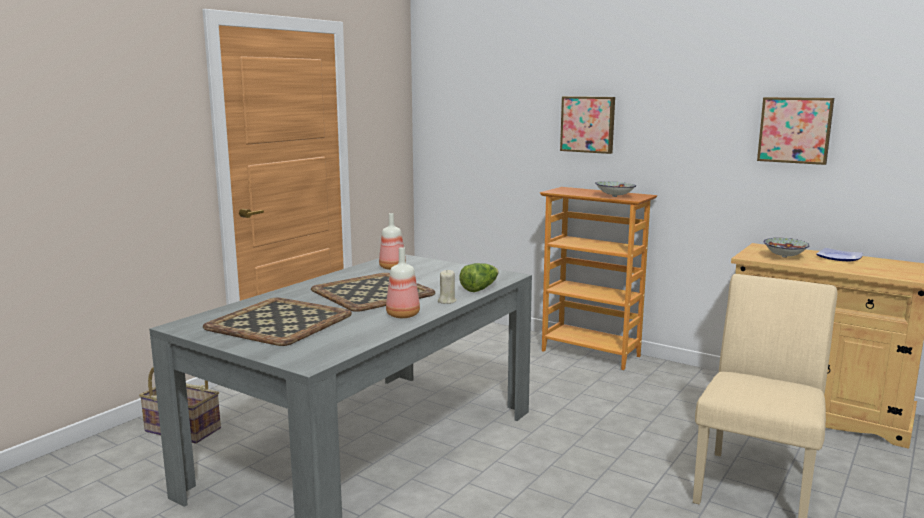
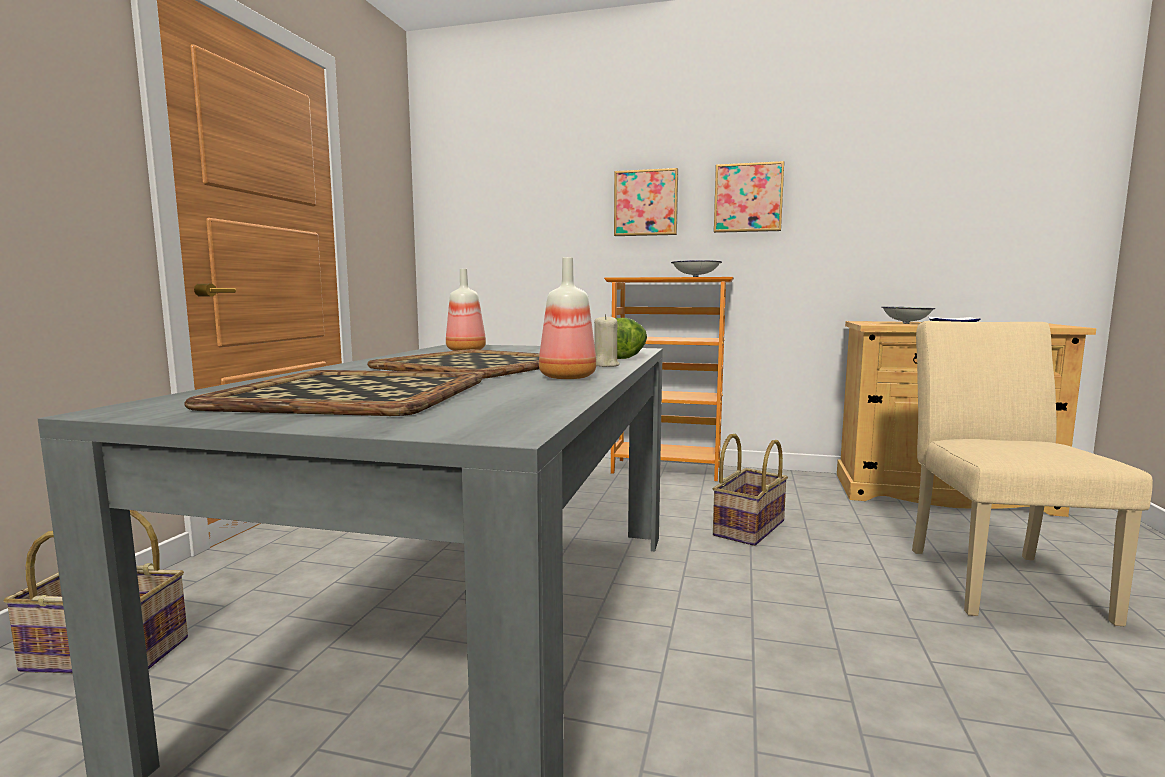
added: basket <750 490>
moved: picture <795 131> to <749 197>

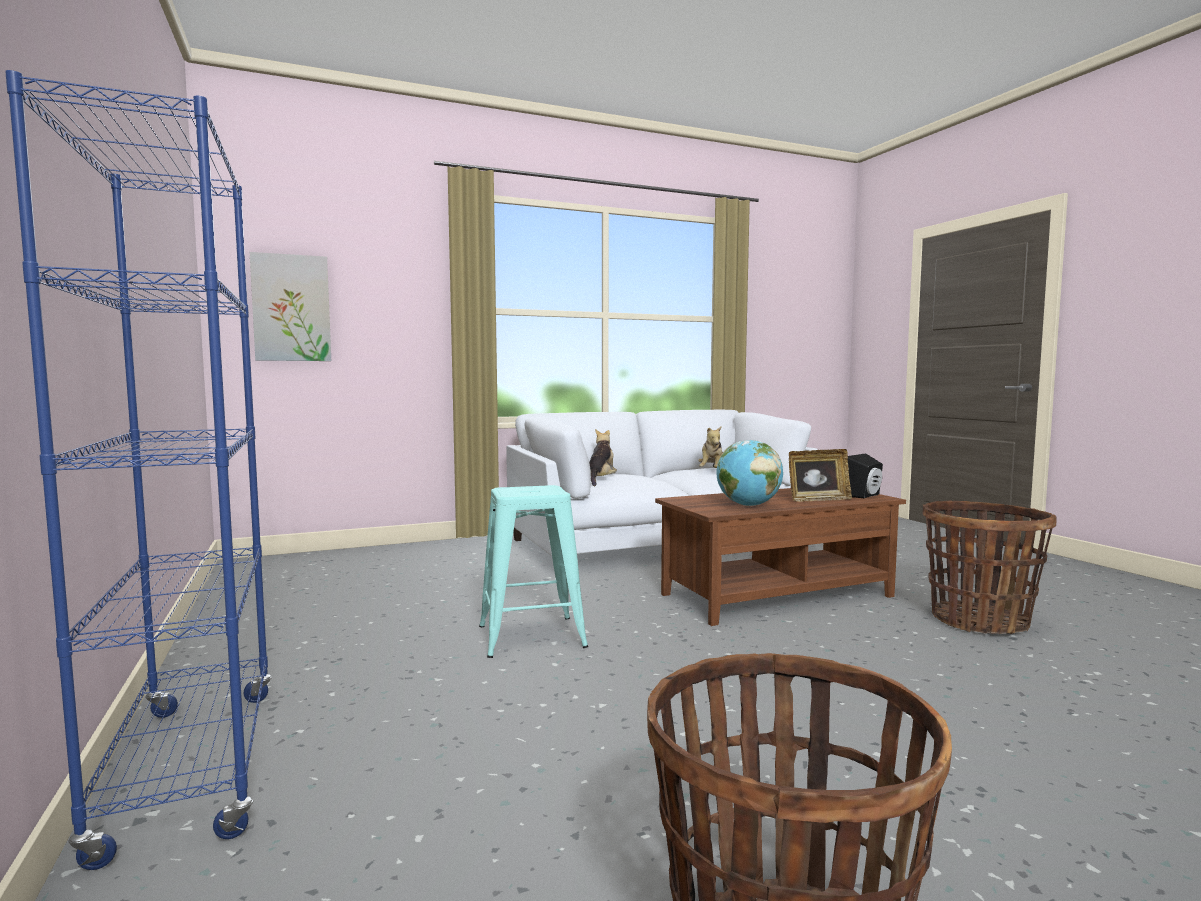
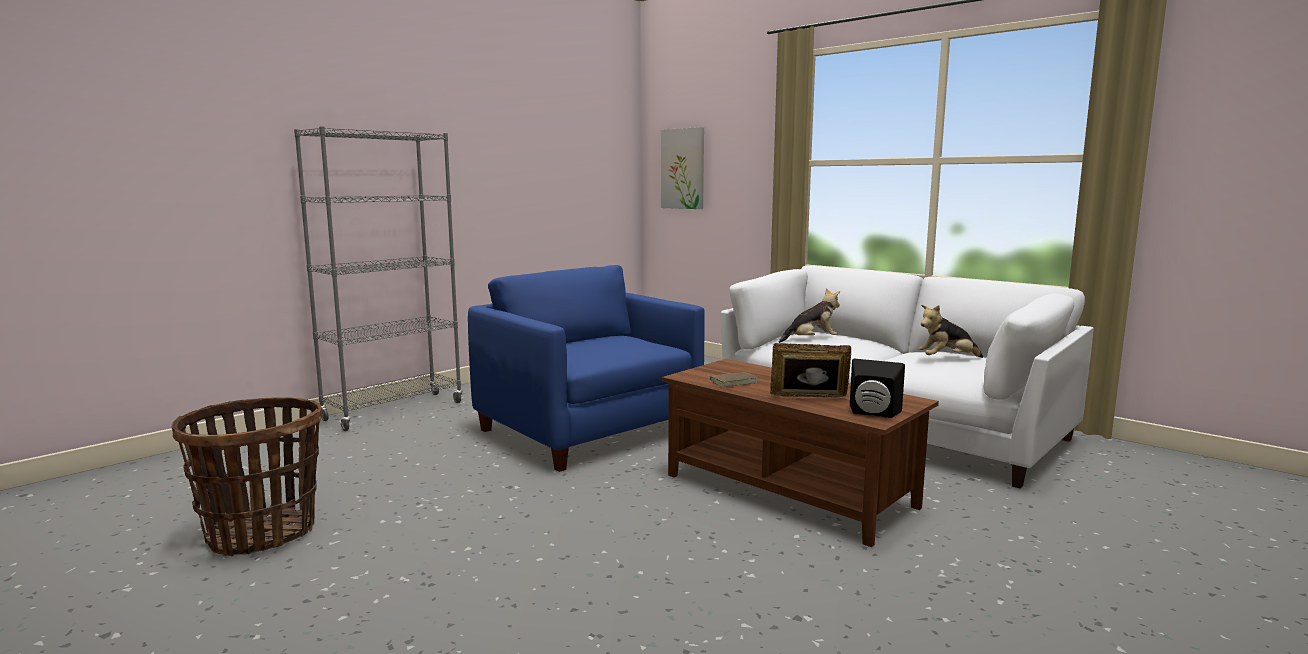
removed: basket <989 567>
replaced: stool seat/turquoise <533 571> to easy chair/bluish <586 368>; desk globe <750 473> to bound book/brownish <733 379>
recoloured: bookshelf/bluish <138 470> to bookshelf/greyish <378 278>
turned: picture frame <820 475> = <810 370> 135 degrees clockwise

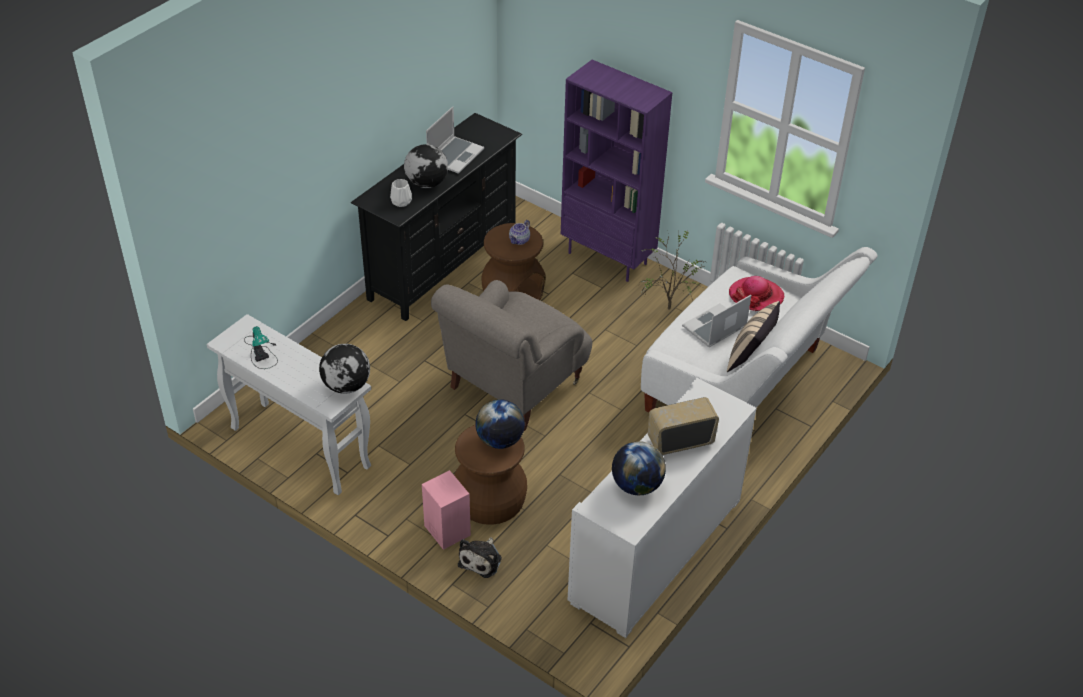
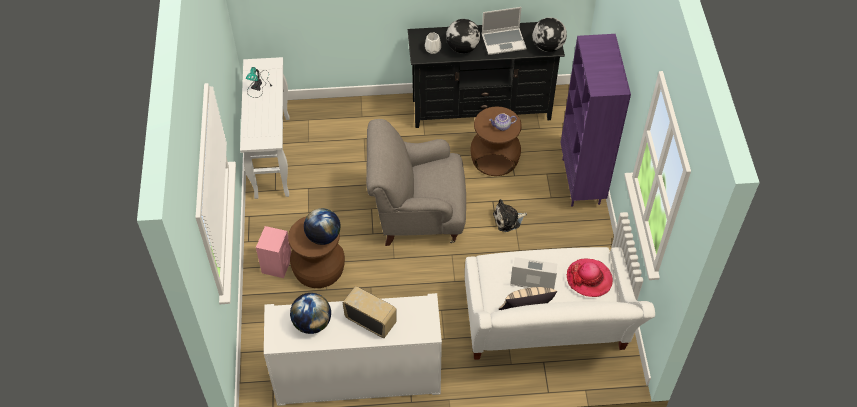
removed: potted plant <673 270>
moved: cuddly toy <480 557> to <510 215>; desk globe <344 369> to <549 34>

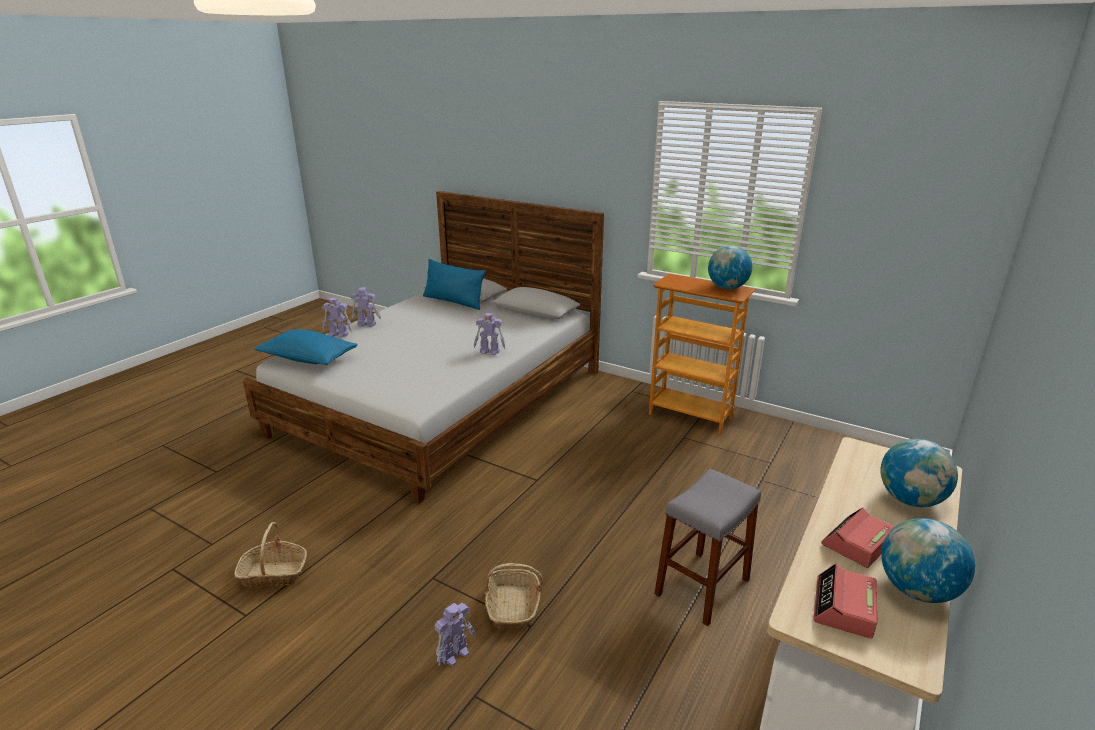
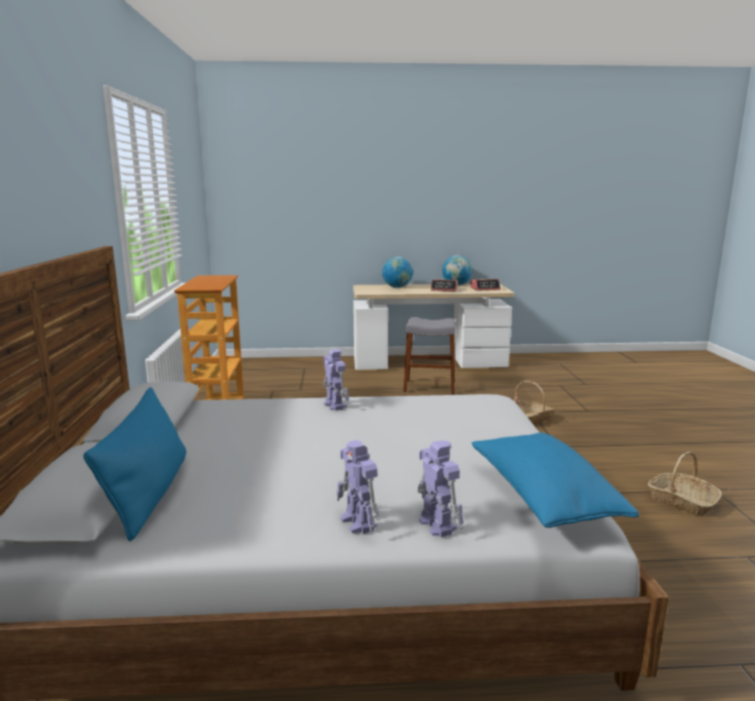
removed: toy robot <455 634>; desk globe <730 267>

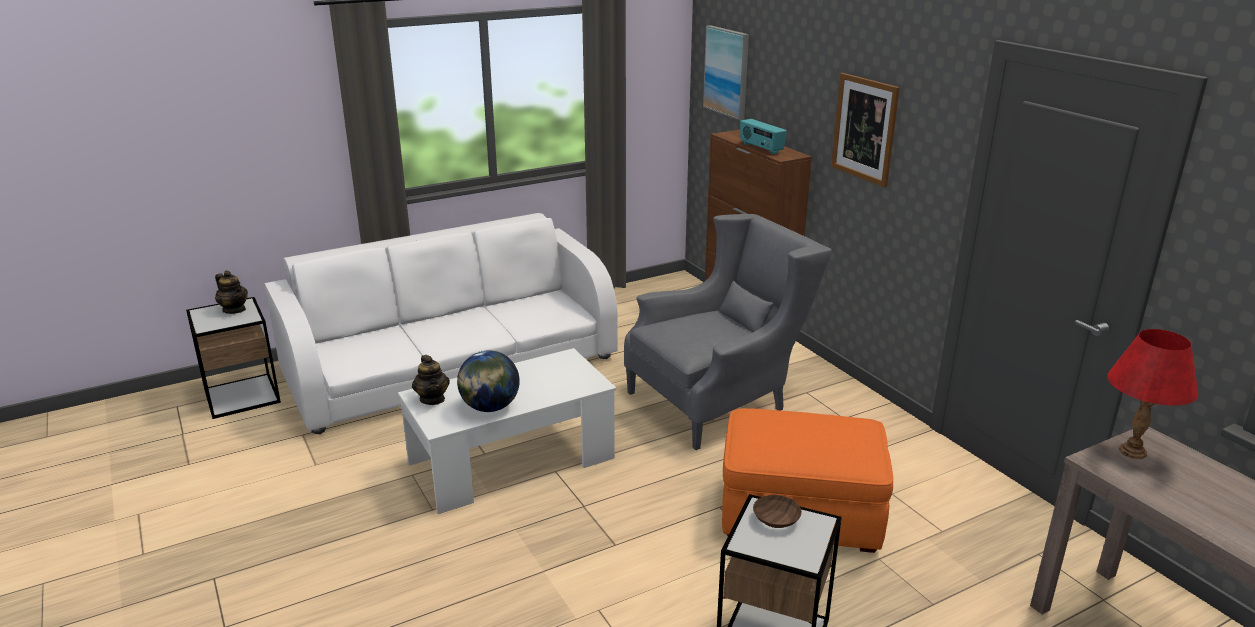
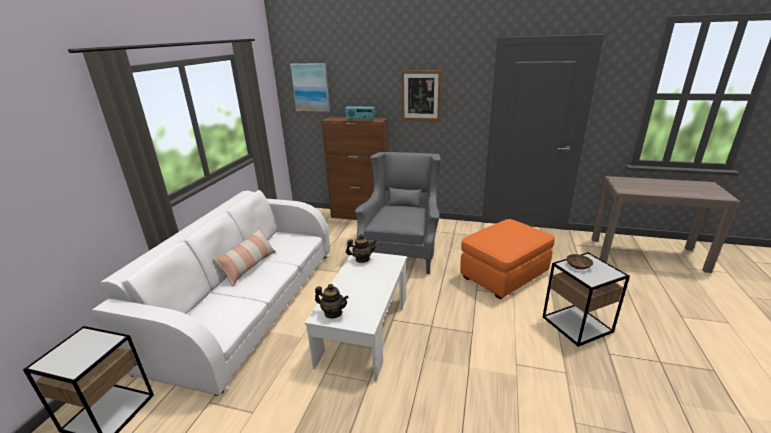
removed: desk globe <488 381>; lamp for a table/red-coloured <1152 394>
added: throw pillow <244 257>
moved: pot for tea <231 292> to <361 248>

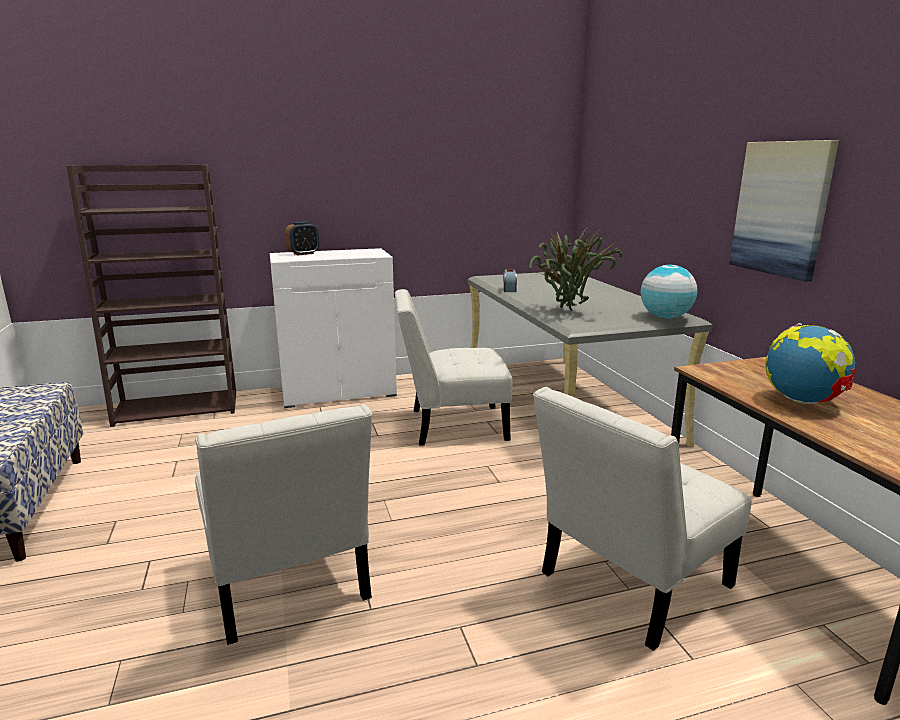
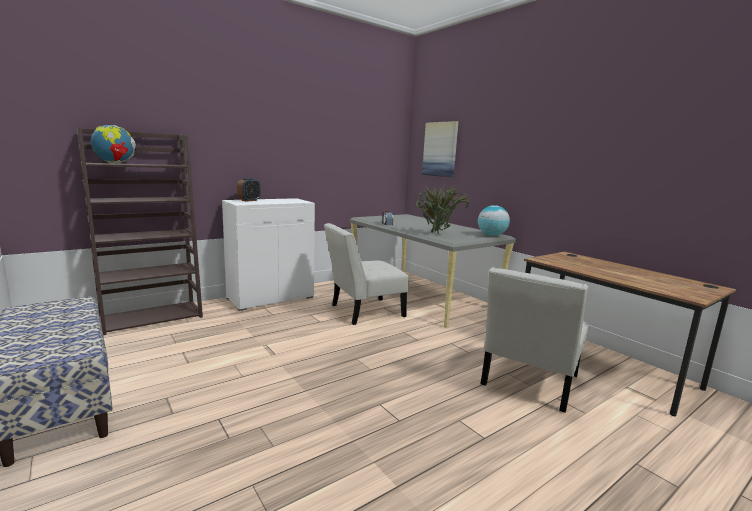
removed: upright chair/whitish <283 524>
moved: desk globe <810 363> to <113 144>; picture <784 211> to <440 149>

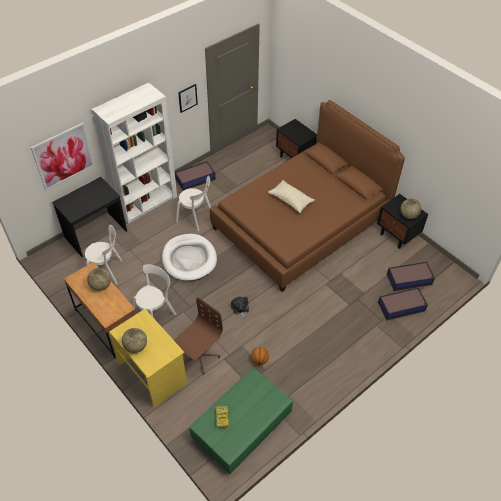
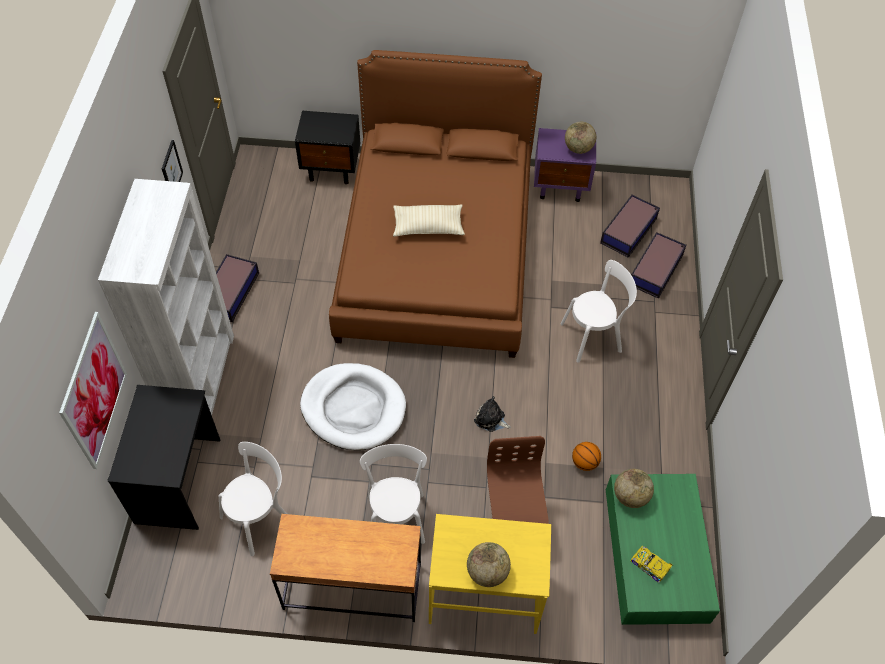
moved: upright chair/whitish <193 204> to <599 311>; desk globe <99 279> to <634 488>
recoloured: night table/black <402 221> to night table/purple <565 165>

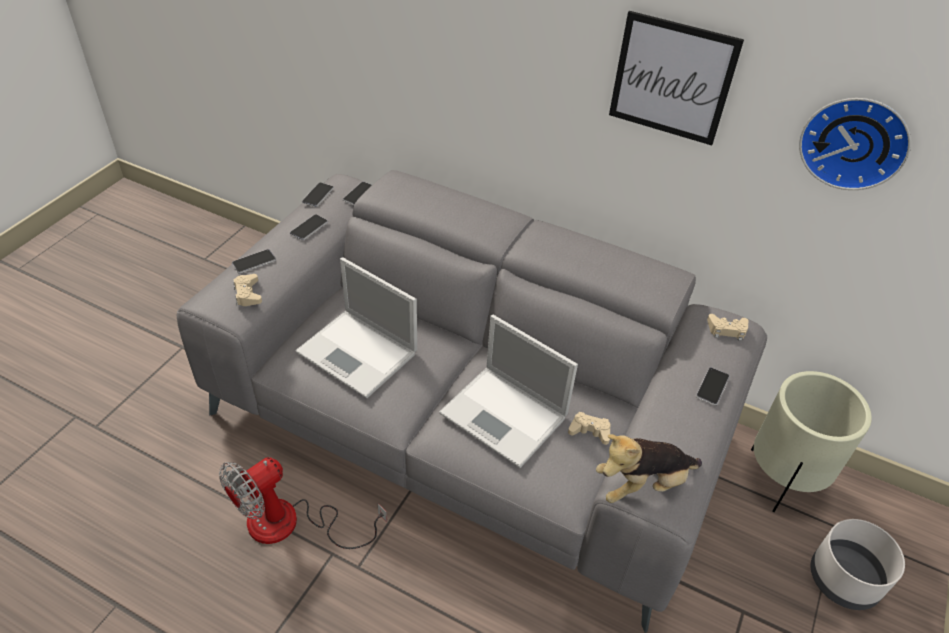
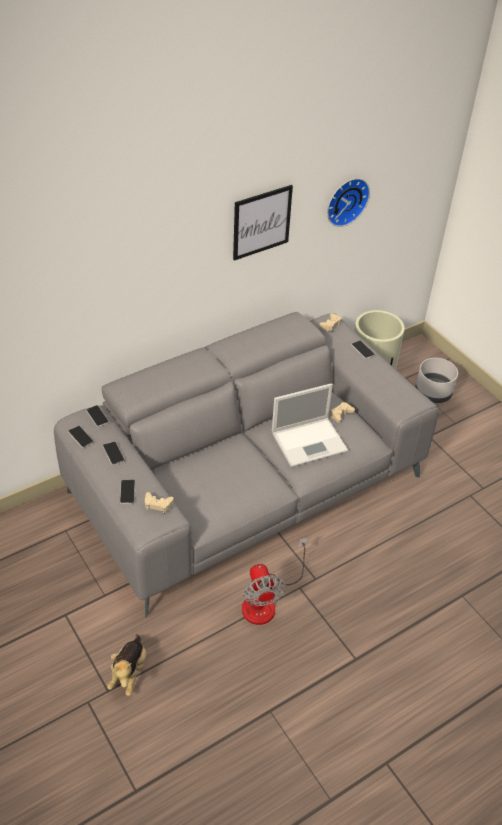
removed: portable computer <356 328>
moved: cuddly toy <649 468> to <126 665>

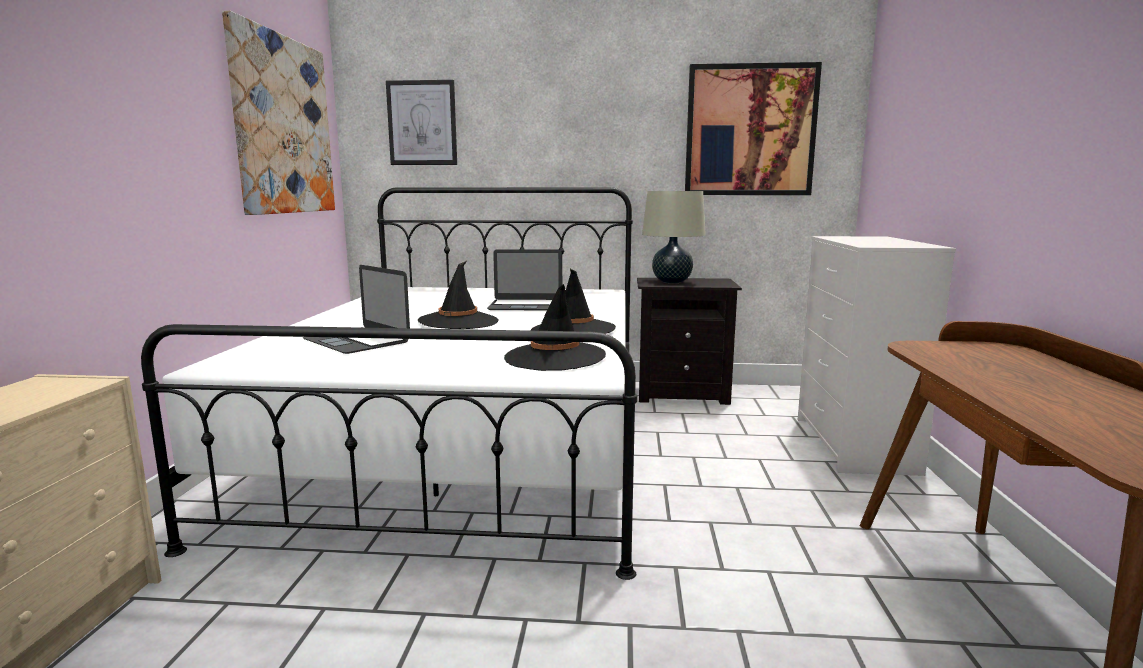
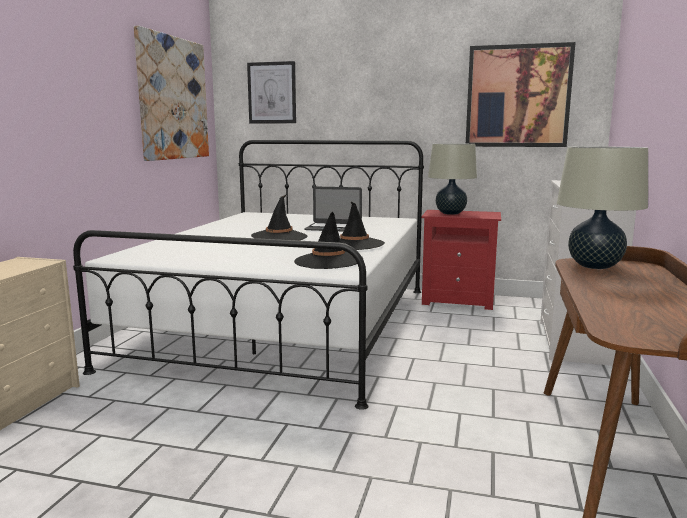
removed: portable computer <356 309>
added: lamp for a table/sand-coloured <602 207>
recoloured: night table/black <689 341> to night table/red-coloured <461 260>

